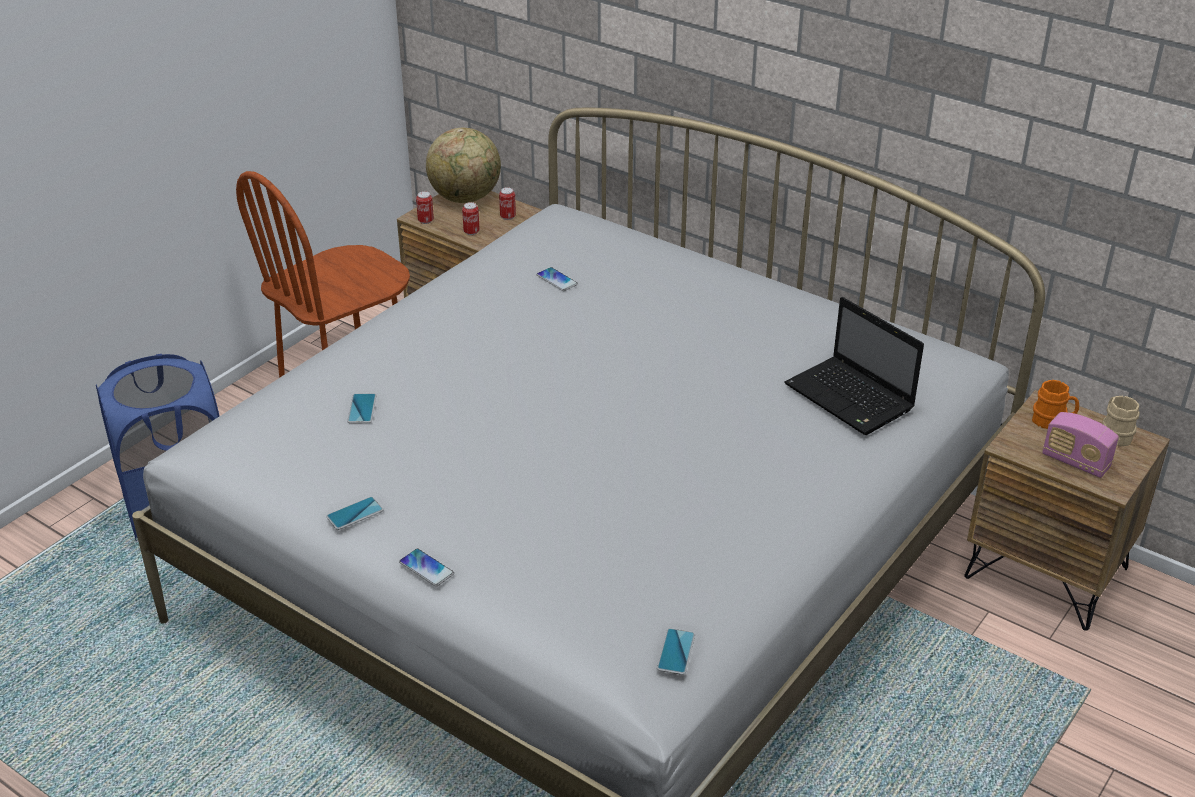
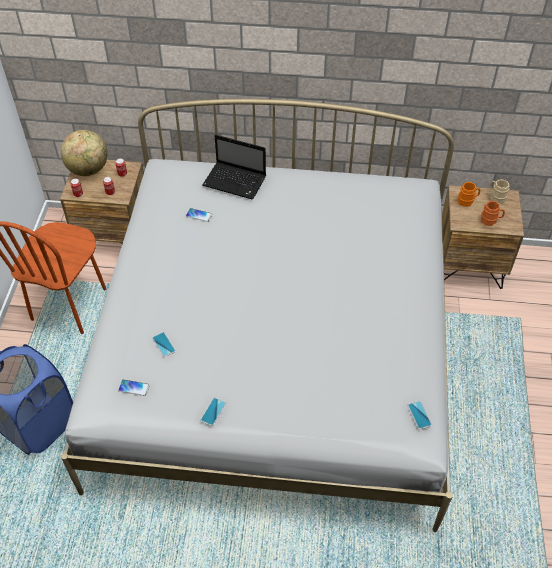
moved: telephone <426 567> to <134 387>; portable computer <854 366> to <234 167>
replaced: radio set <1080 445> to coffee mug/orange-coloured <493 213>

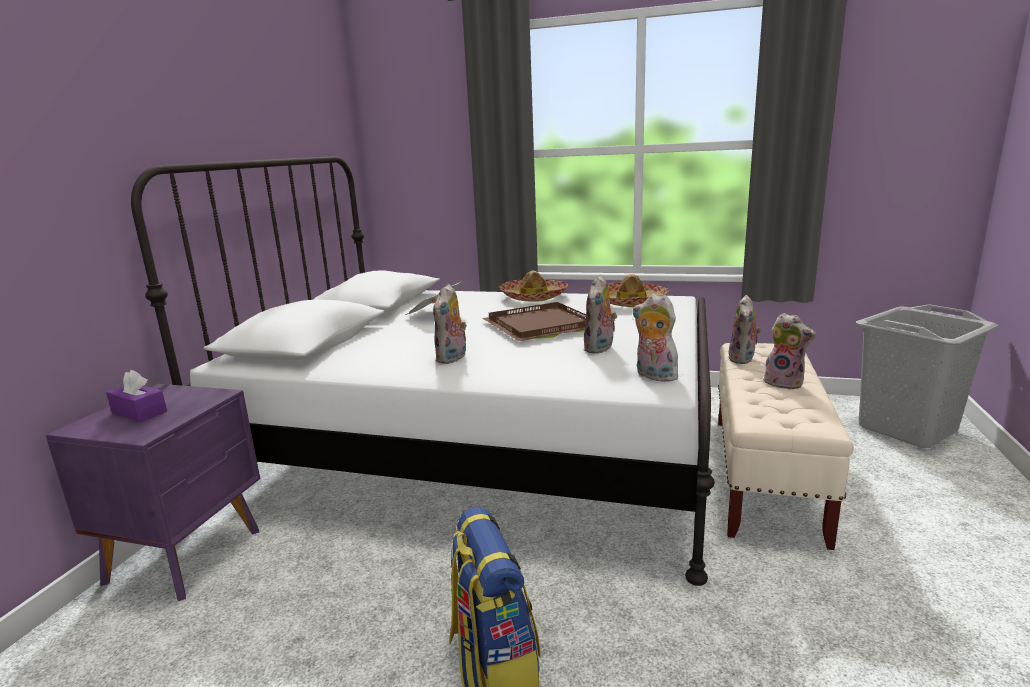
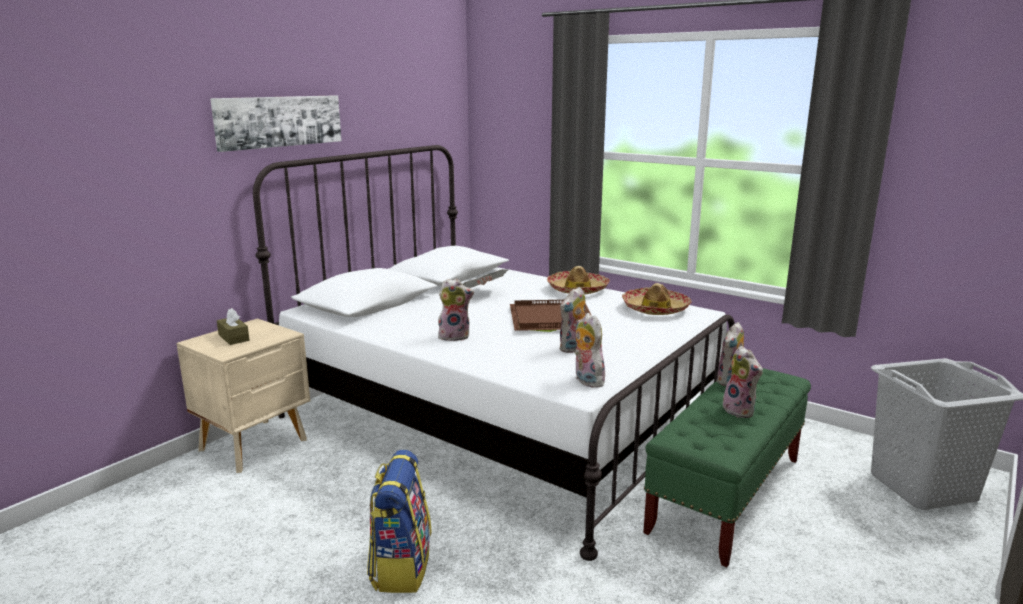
added: picture <276 123>
recoloured: night table/purple <153 492> to night table/sand-coloured <244 395>; tissue holder/purple <136 396> to tissue holder/brownish <233 326>; indoor bench/sand-coloured <786 446> to indoor bench/green-coloured <727 467>
turned: cuddly toy <450 324> = <456 310> 135 degrees counterclockwise

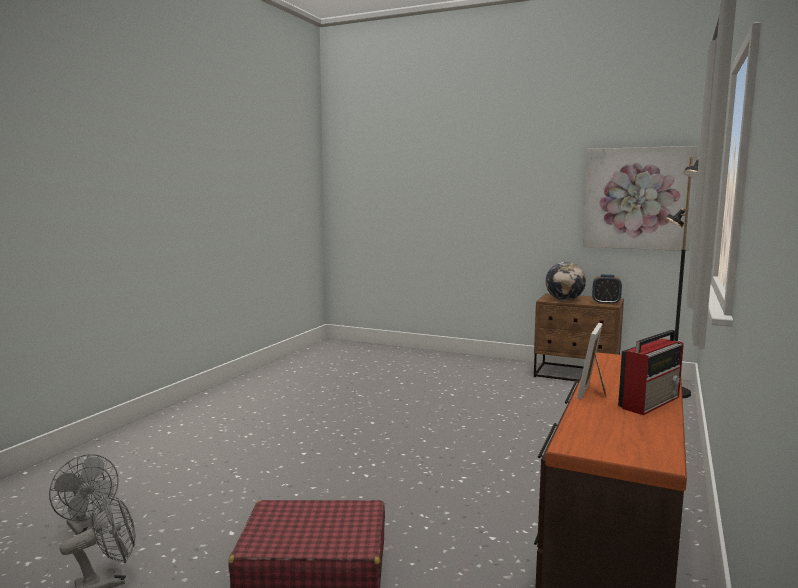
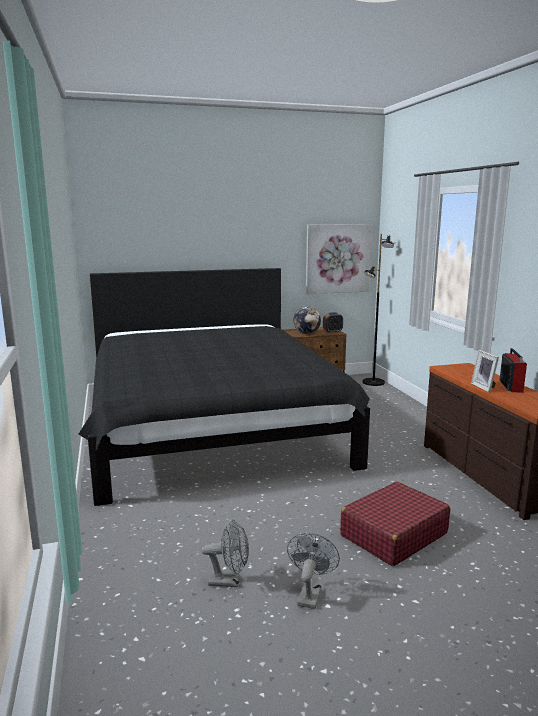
added: bed/black <224 387>

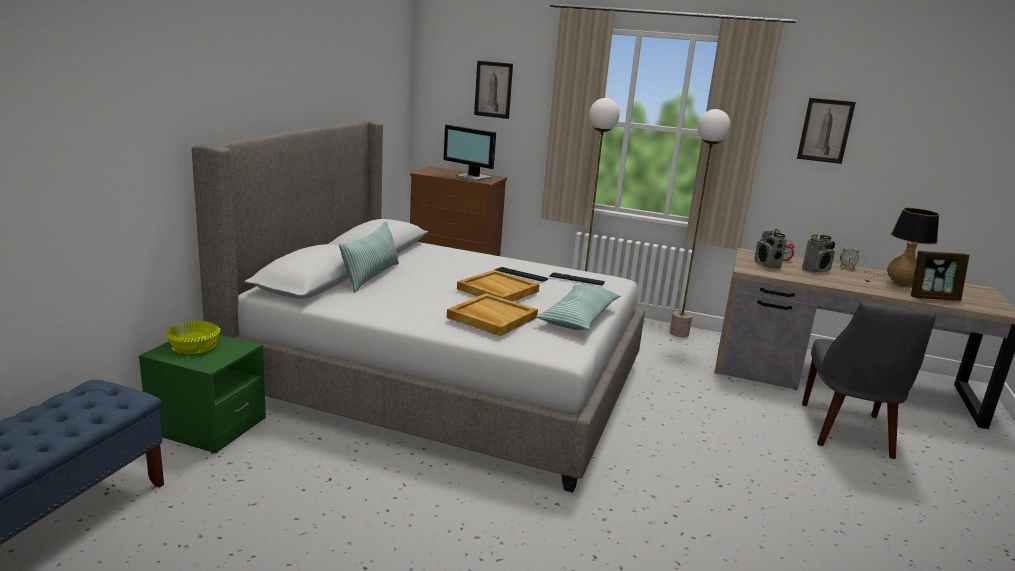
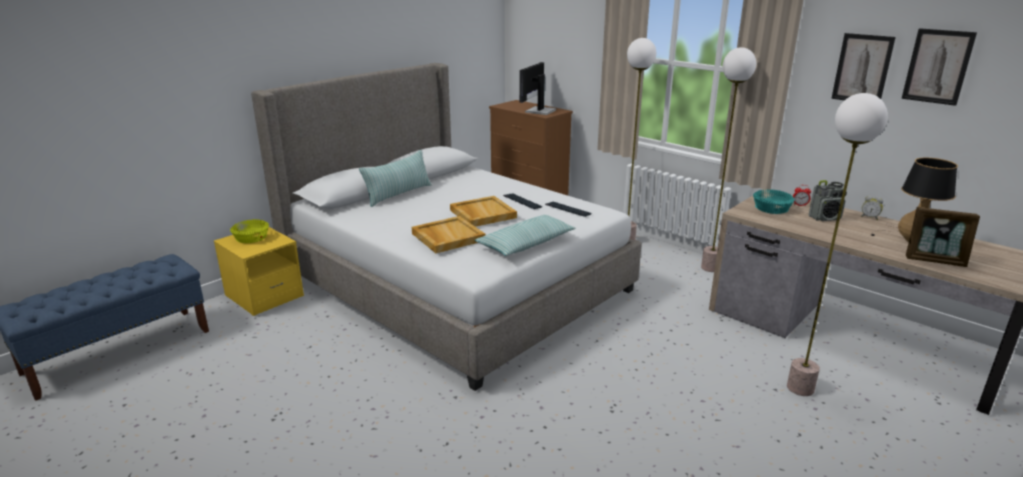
moved: picture <493 90> to <939 67>
replaced: radio set <770 248> to deep dish/turquoise <774 201>; upright chair/greyish <869 380> to floor lamp <837 244>
recoloured: night table/green-coloured <202 393> to night table/yellowish <259 271>
turned: computer display <469 153> = <537 88> 60 degrees clockwise

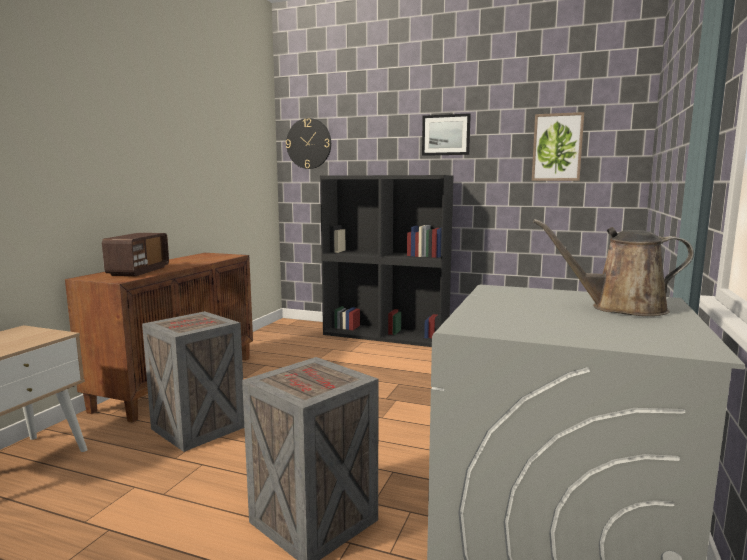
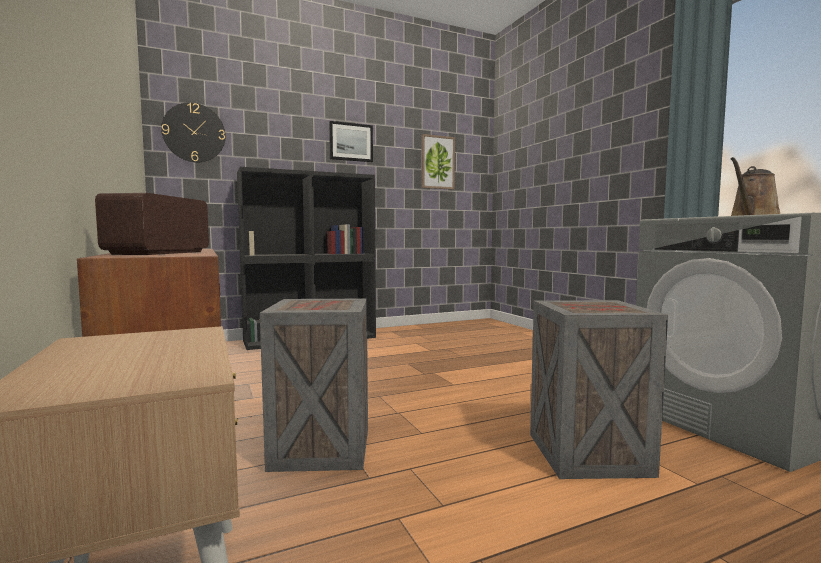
turned: radio set <135 254> = <152 224> 135 degrees counterclockwise

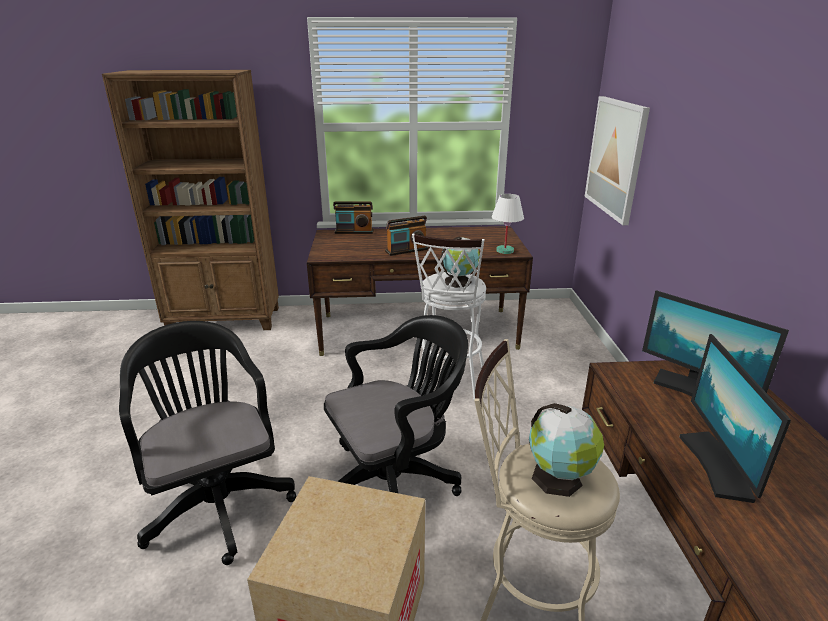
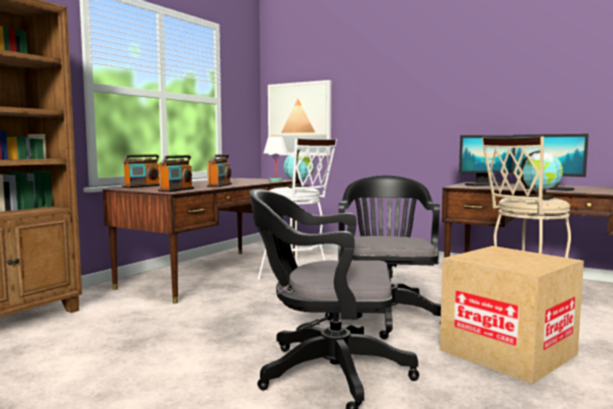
added: radio set <176 173>

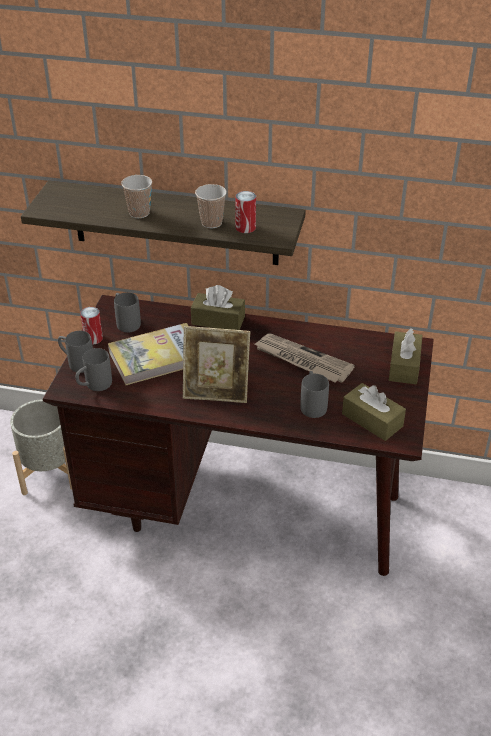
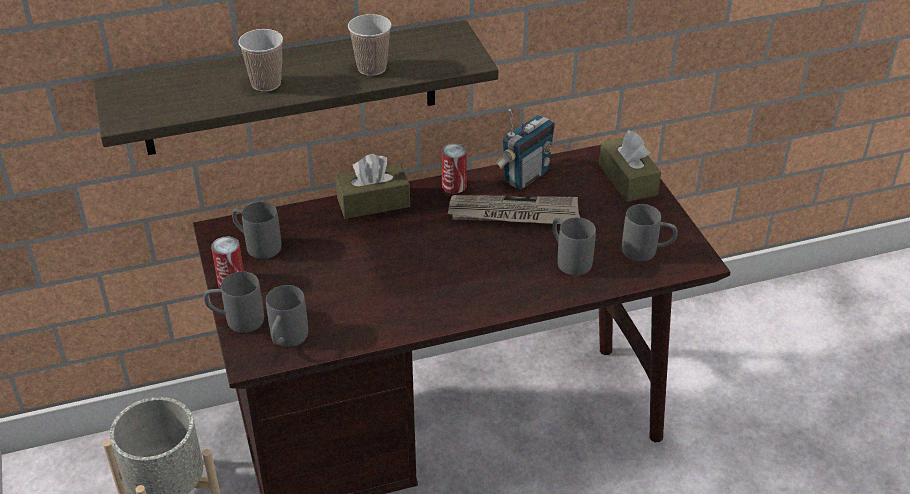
removed: bound book <148 354>; picture frame <216 364>
added: radio set <525 149>
moved: metal can <245 212> to <454 168>
replaced: tissue holder/brownish <374 412> to coffee mug/greyish <650 232>

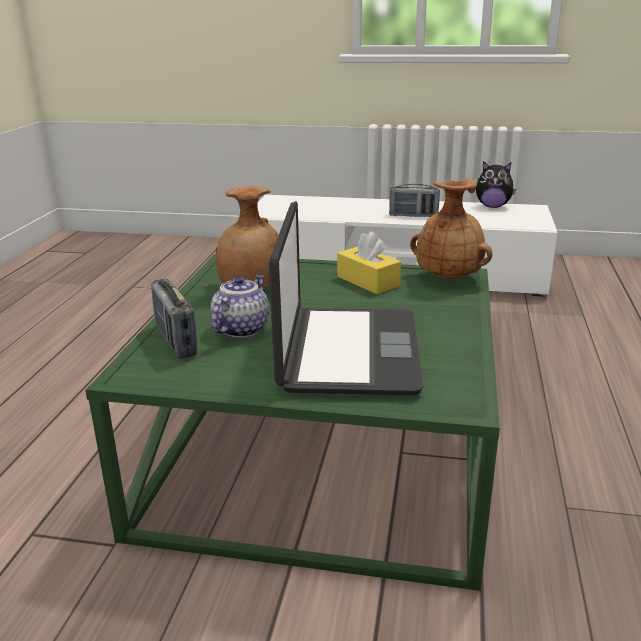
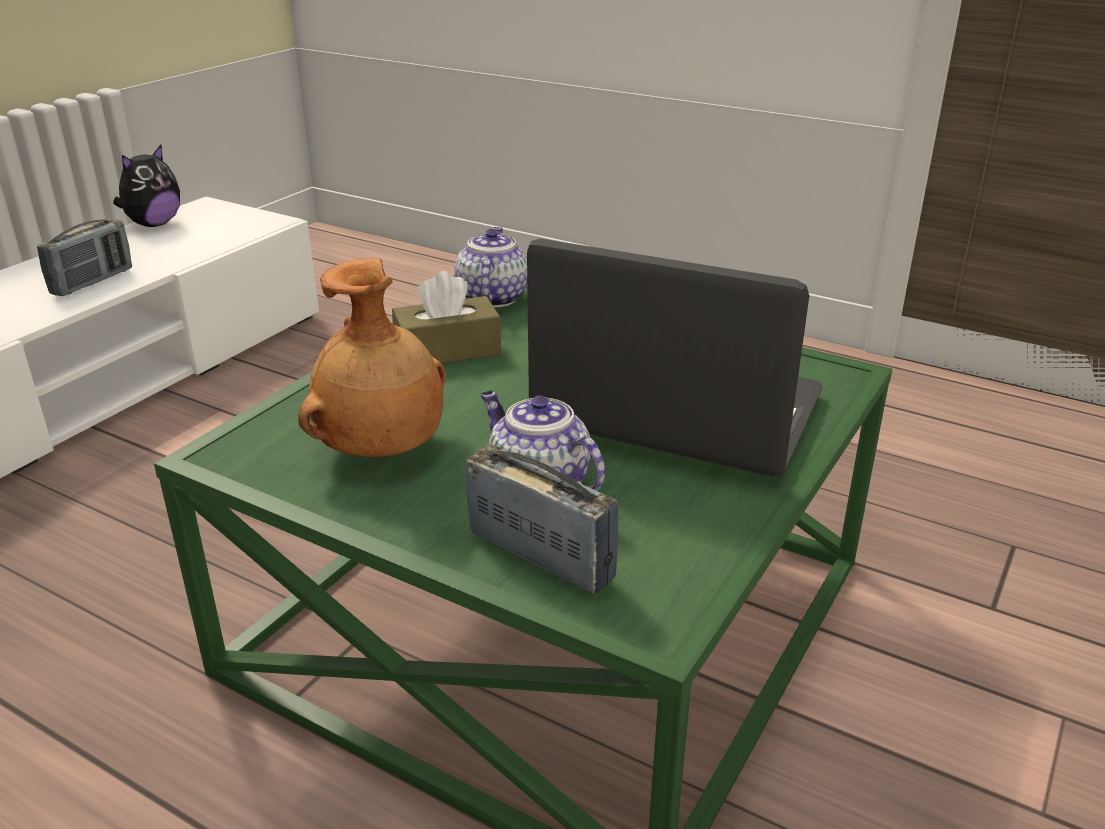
replaced: vase/brownish <451 229> to pot for tea <491 267>
recoloured: tissue holder/yellowish <369 263> to tissue holder/brownish <446 317>
turned: radio set <174 319> = <542 519> 135 degrees counterclockwise

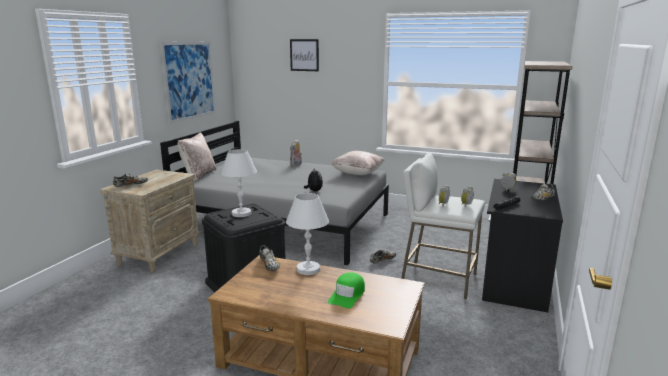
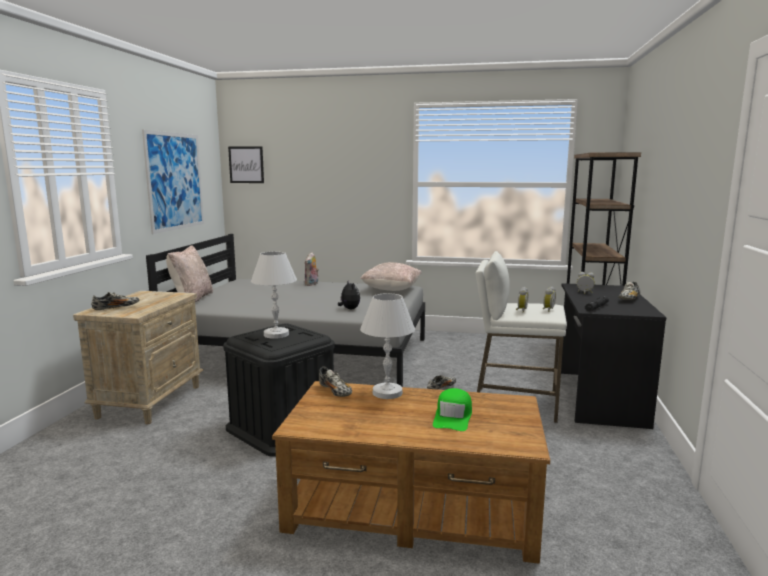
moved: picture <304 55> to <246 164>

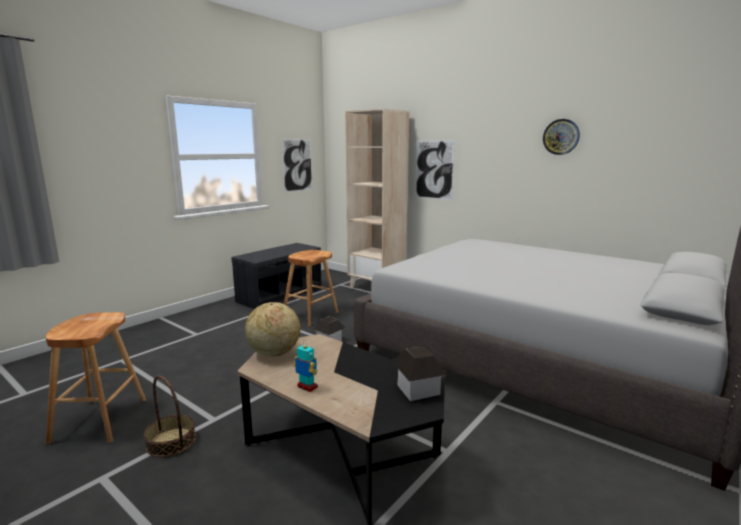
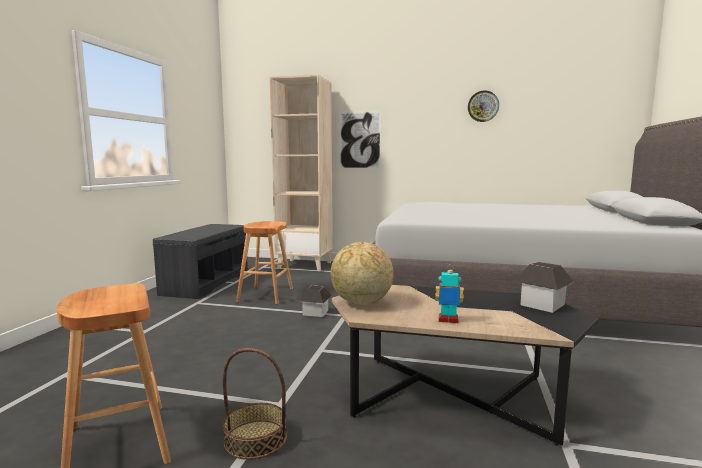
removed: picture <297 165>

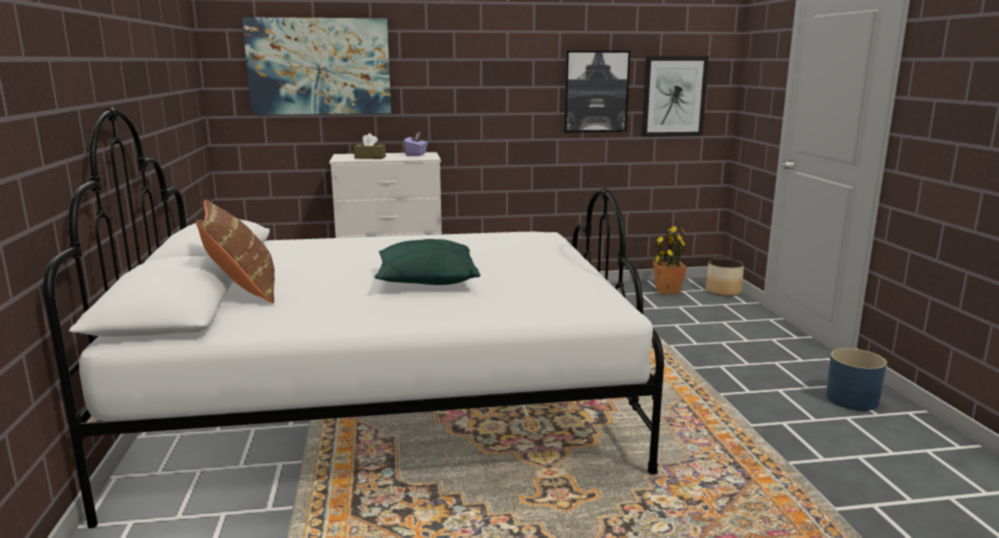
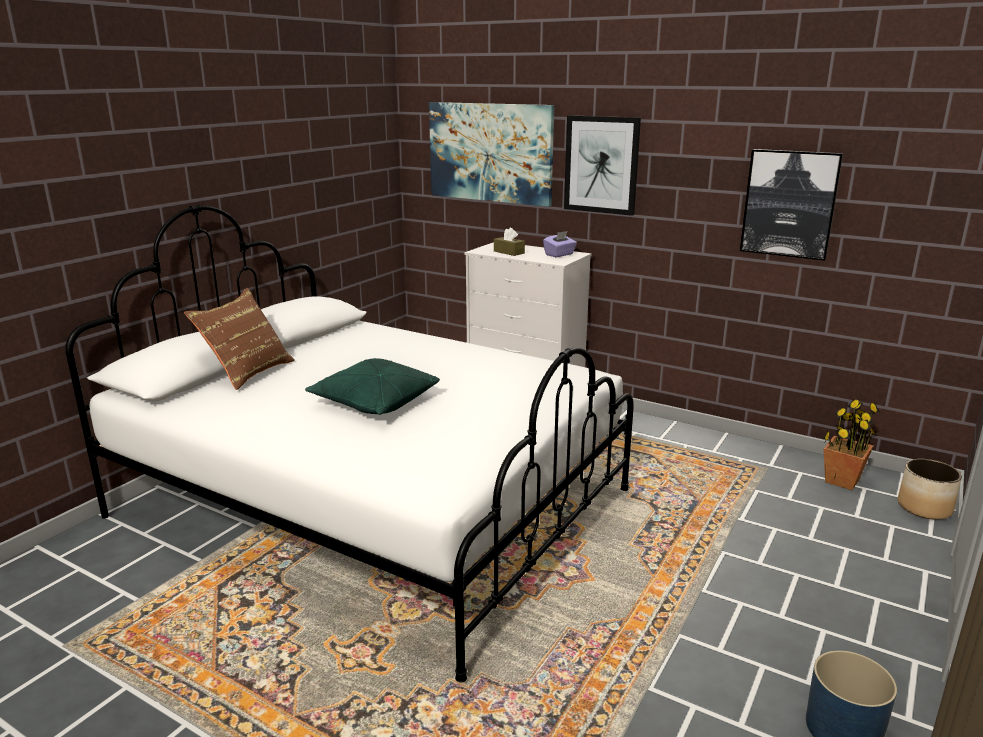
moved: picture <675 96> to <602 165>

